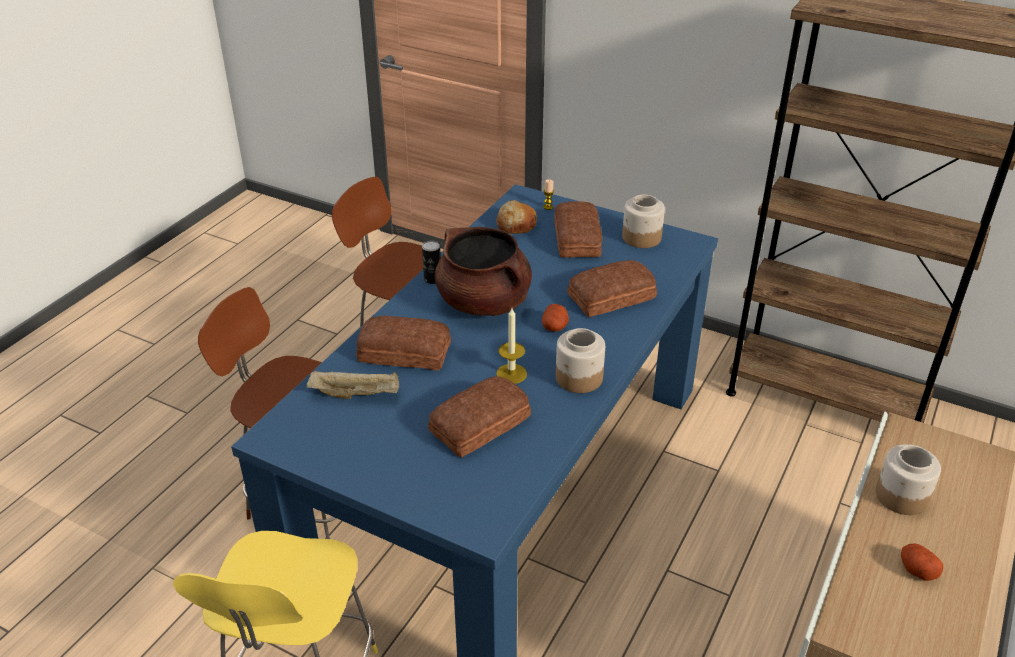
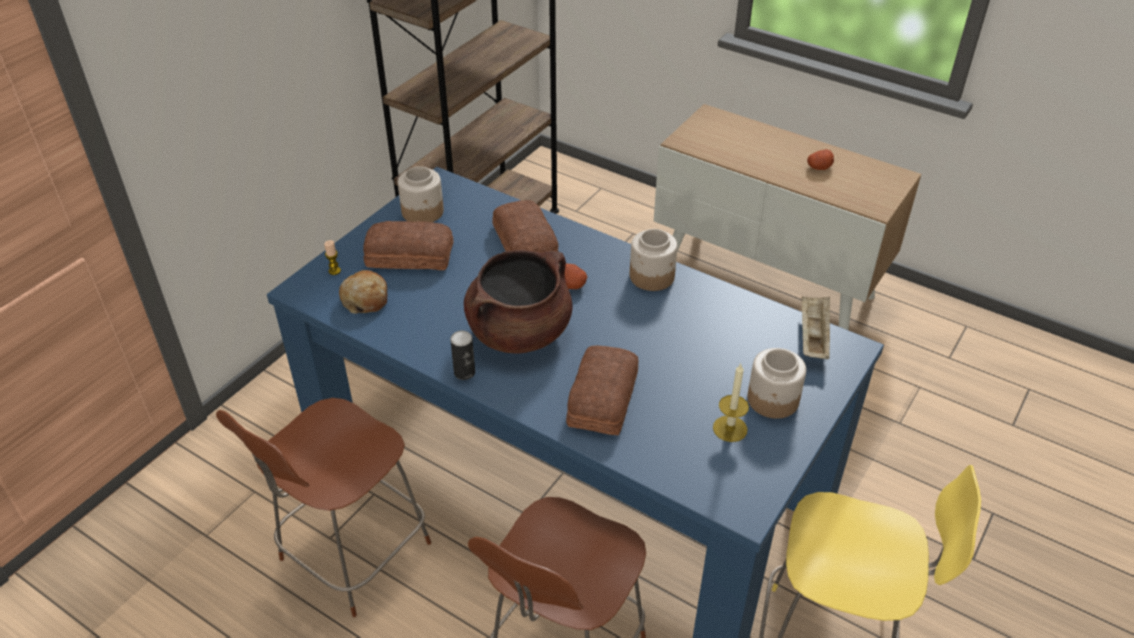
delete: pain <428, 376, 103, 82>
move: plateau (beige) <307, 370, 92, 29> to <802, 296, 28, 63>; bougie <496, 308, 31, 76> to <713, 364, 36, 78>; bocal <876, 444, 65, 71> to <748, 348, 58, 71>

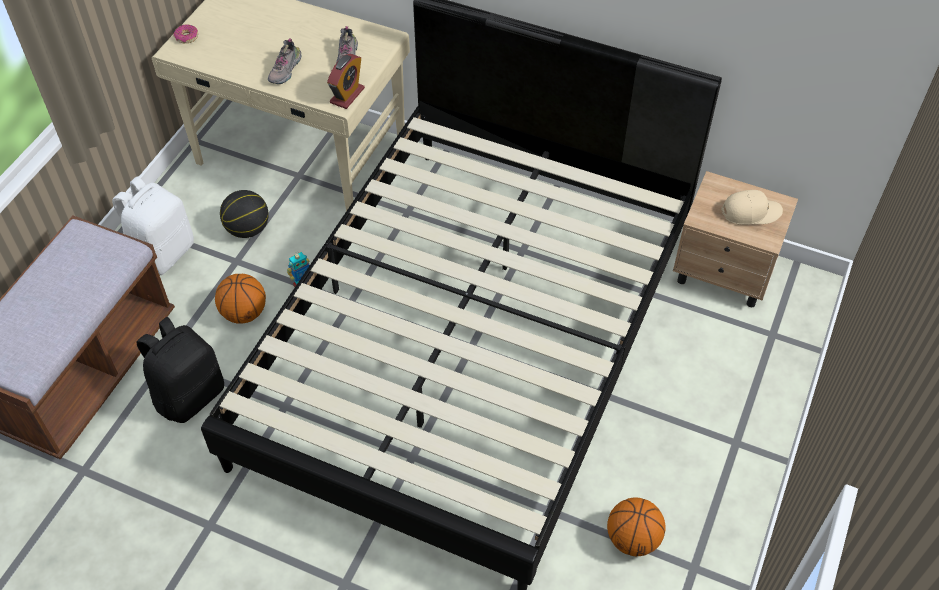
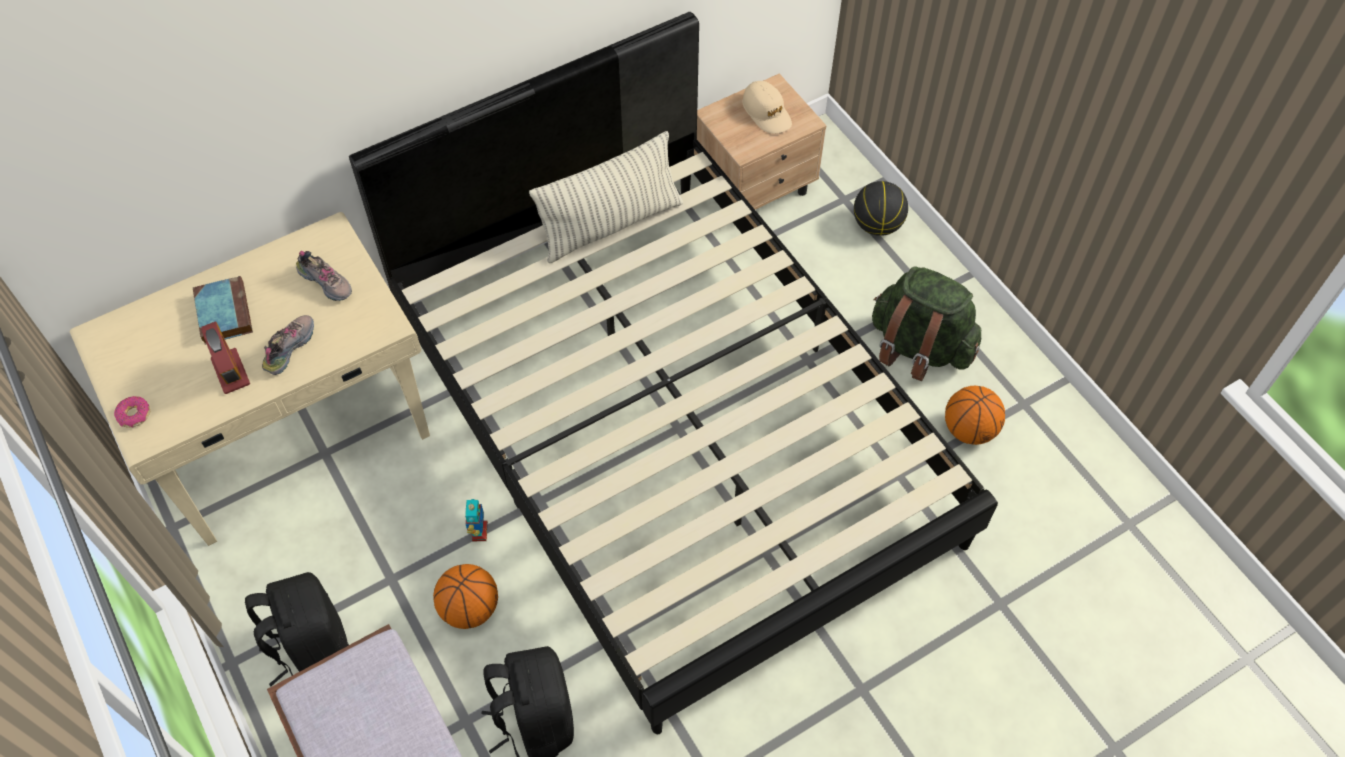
insert: livre <193, 276, 60, 69>; coussin <529, 131, 154, 132>; sac à dos (vert) <872, 267, 109, 114>
move: ballon de basket <220, 190, 49, 48> to <854, 181, 54, 55>; réveil <327, 54, 38, 55> to <201, 321, 49, 73>
recolor: sac à dos (blanc) <112, 176, 82, 99> to sac à dos (noir) <245, 572, 104, 114>
rotate: chaussure <268, 39, 33, 45> = <262, 315, 52, 60> 120 degrees counterclockwise; casquette (beige) <721, 190, 62, 35> = <742, 81, 50, 53> 120 degrees clockwise

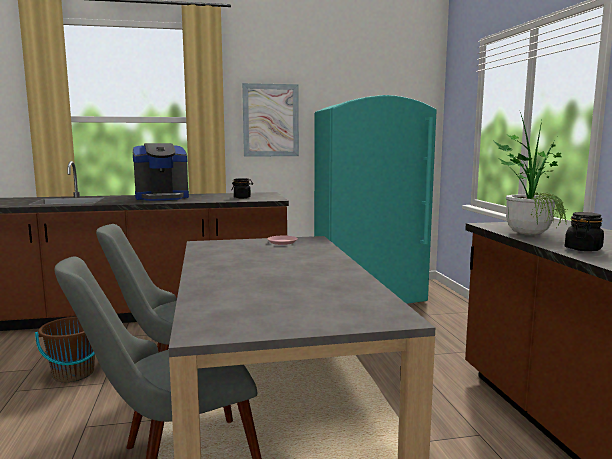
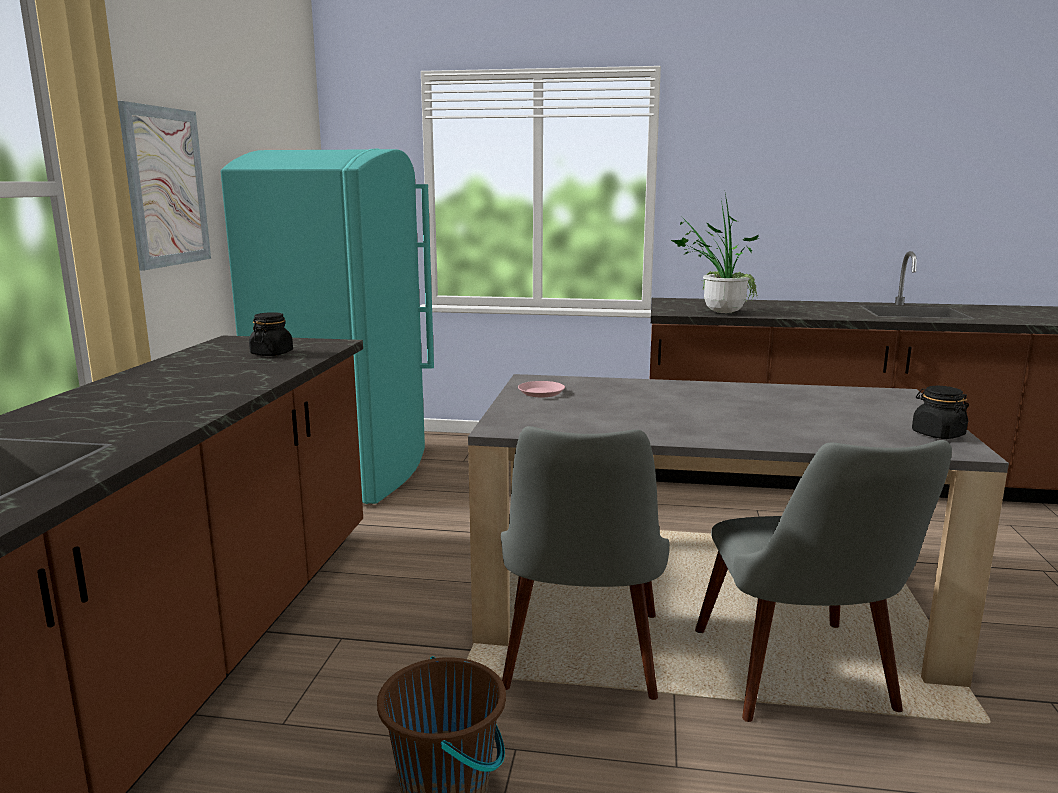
delete: machine à café <133, 143, 56, 58>
move: bocal (noir) <565, 212, 39, 39> to <912, 386, 57, 53>

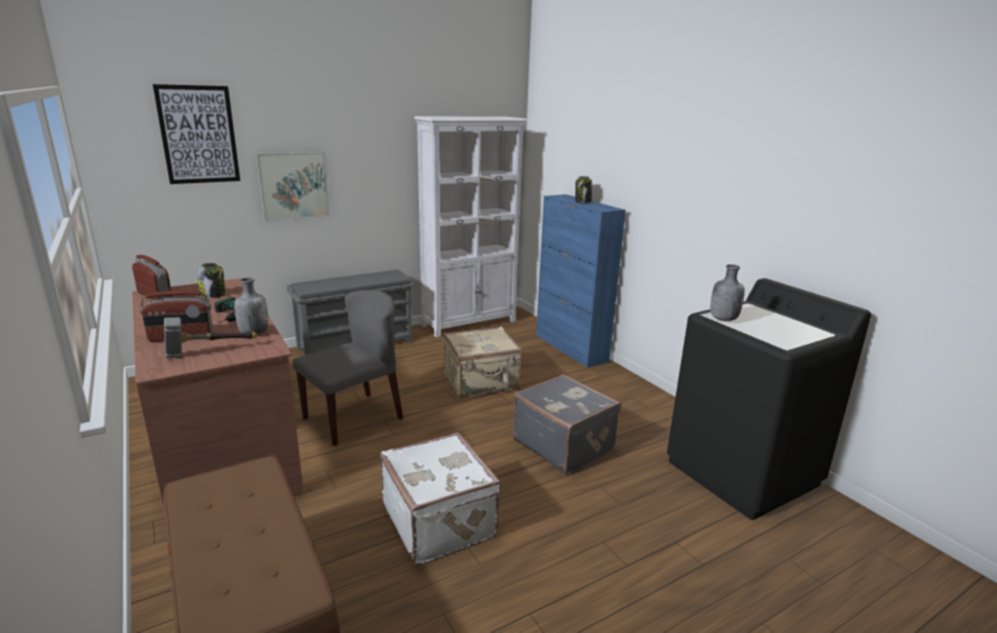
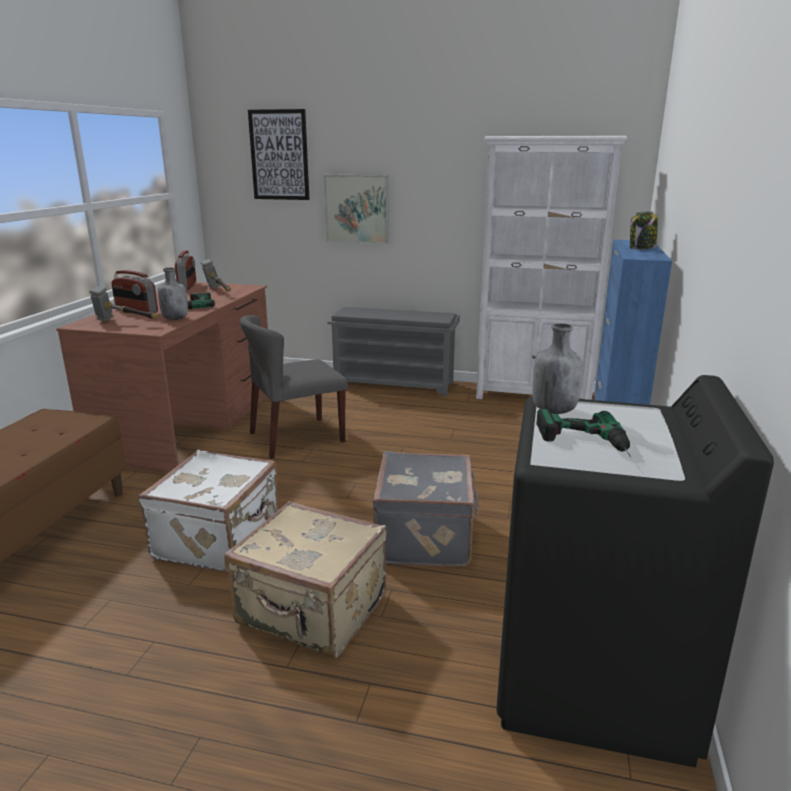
insert: perceuse <536, 409, 95, 48>
move: valise (beige) <443, 326, 79, 72> to <224, 501, 163, 157>
replace: bocal <197, 263, 29, 35> to marteau <201, 259, 30, 33>
rotate: chaise (gris) <293, 290, 110, 156> = <239, 315, 109, 144> 150 degrees clockwise

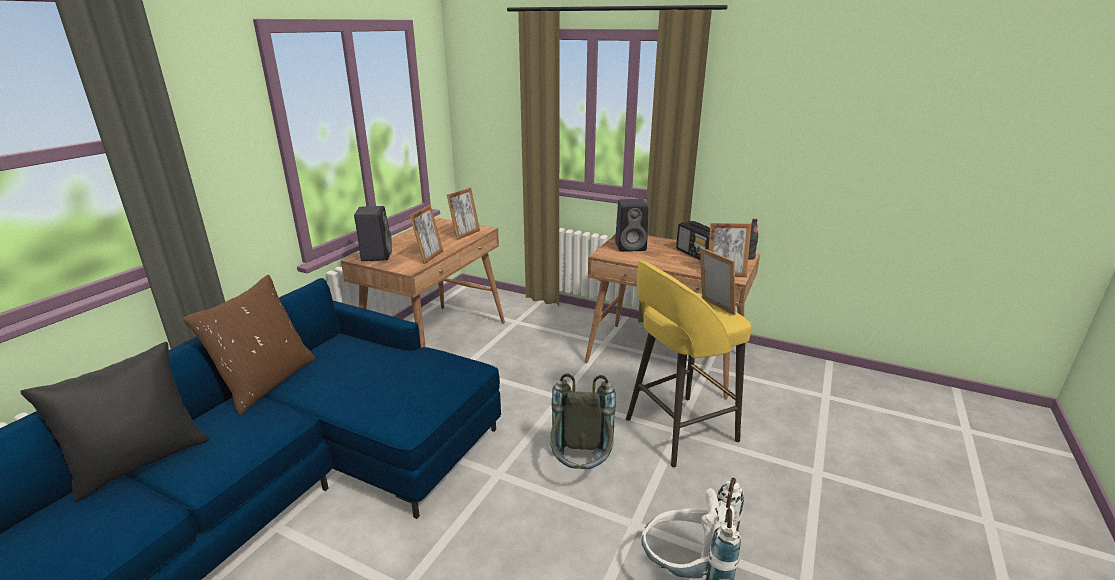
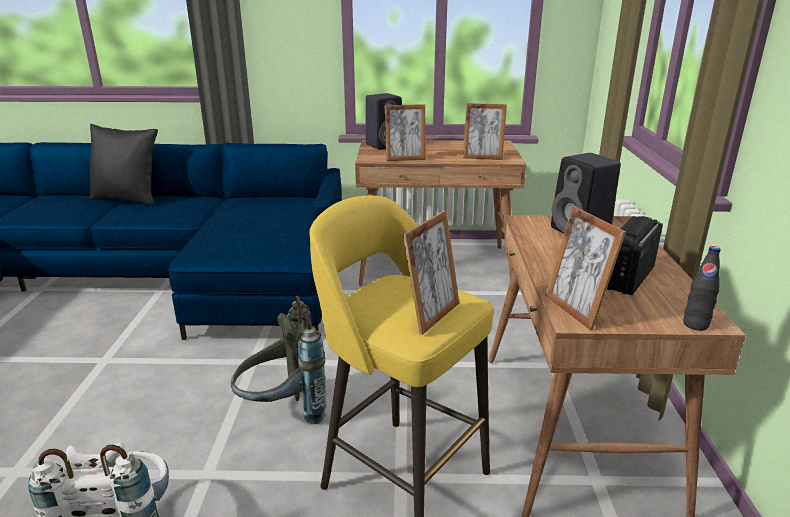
delete: coussin (marron) <182, 274, 133, 141>

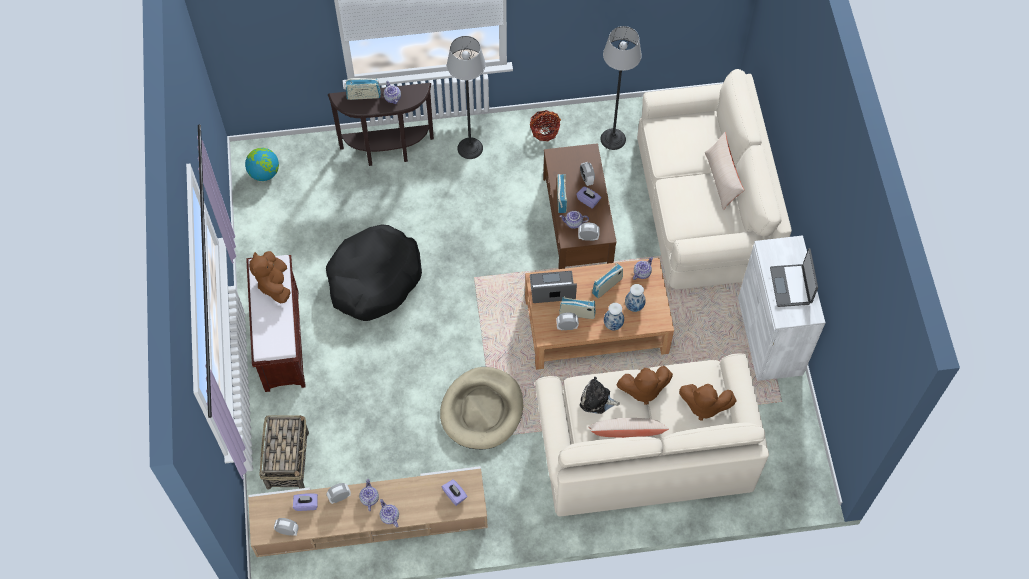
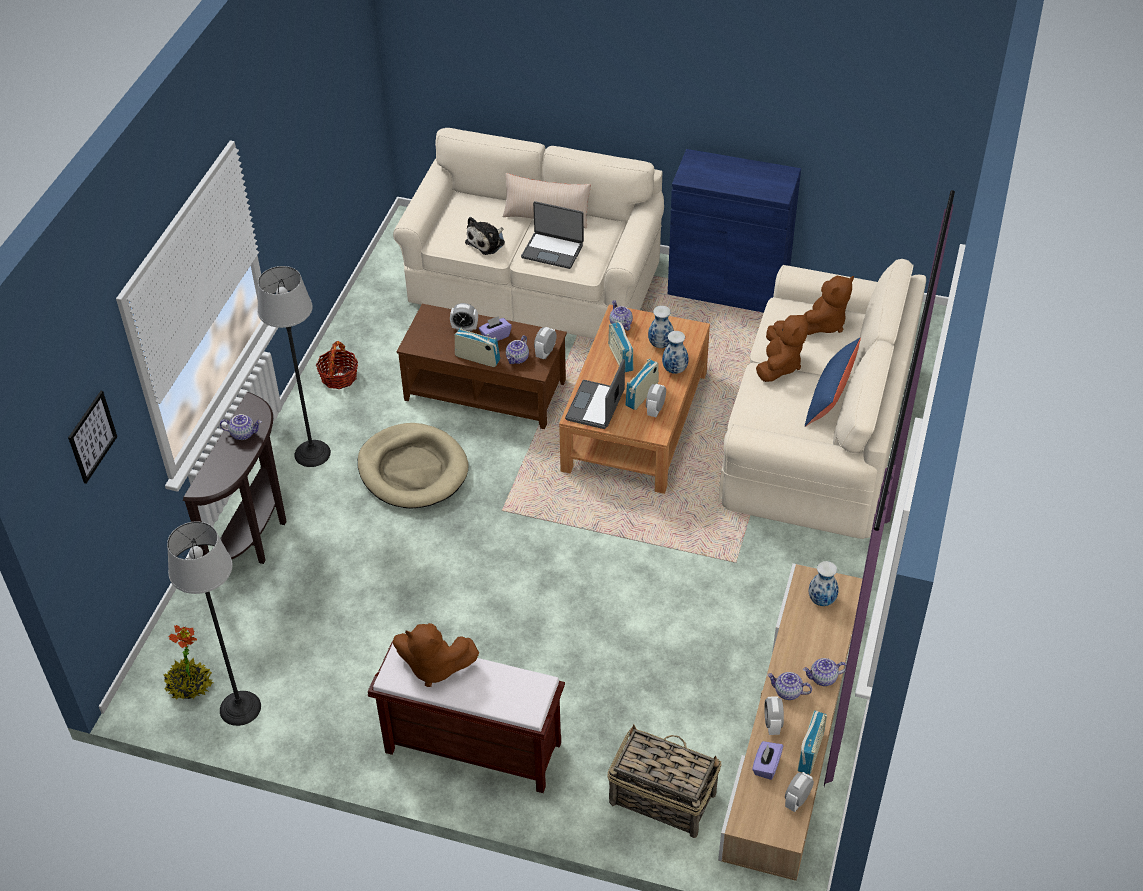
delete: panier pour chien (noir) <326, 224, 96, 97>
insert: tableau <68, 391, 49, 93>
move: radio <345, 78, 36, 22> to <797, 710, 30, 65>; panier pour chien (beige) <440, 367, 83, 82> to <358, 423, 111, 86>; peluche <580, 377, 40, 37> to <465, 217, 40, 38>; lampadaire <600, 26, 42, 124> to <167, 521, 94, 205>; ordinateur portable <770, 248, 48, 59> to <521, 201, 63, 68>
replace: globe <245, 148, 34, 33> to plante en pot <164, 625, 49, 74>; boîte à mouchoirs (violet) <442, 479, 26, 27> to vase <809, 561, 30, 45>
recolor: coussin (beige) <588, 418, 81, 20> to coussin (bleu) <805, 338, 56, 89>; meuble de rangement (blanc) <738, 235, 87, 146> to meuble de rangement (bleu) <668, 149, 133, 164>

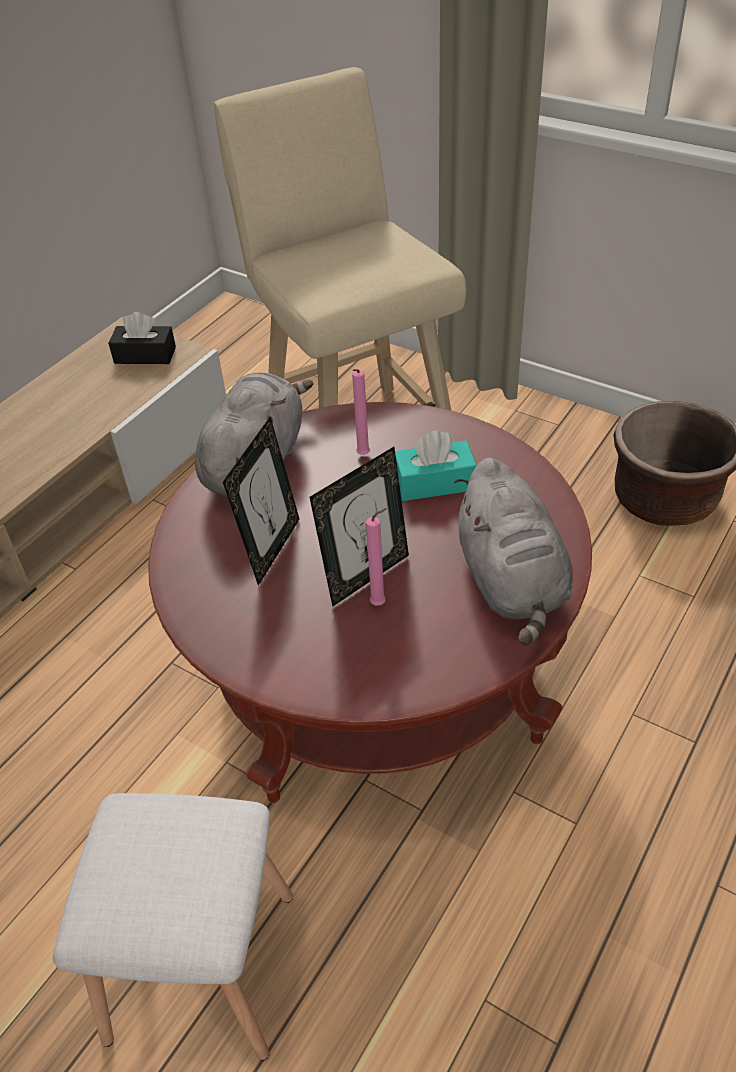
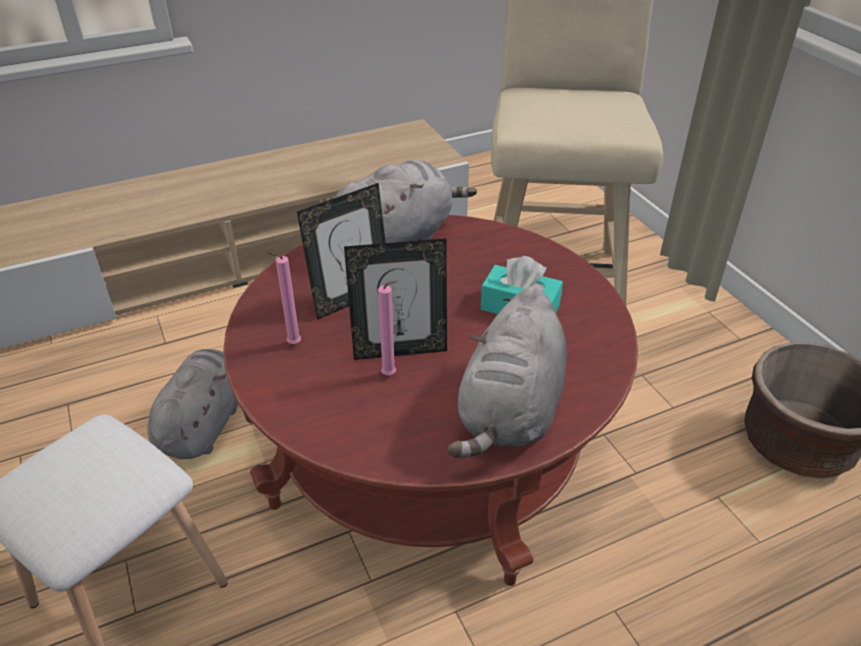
delete: boîte à mouchoirs (noir) <108, 312, 68, 52>
insert: peluche (gris) <147, 349, 91, 110>
move: bougie (rose) <352, 369, 18, 86> to <268, 253, 33, 91>

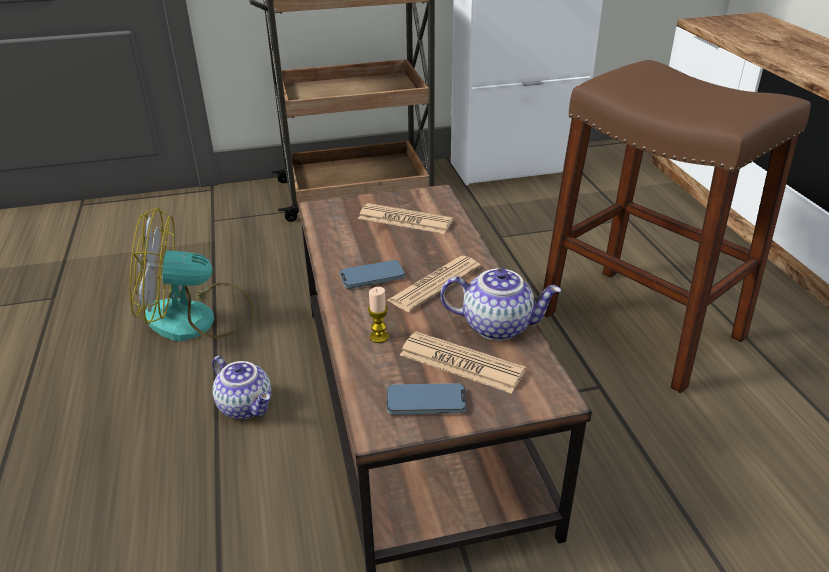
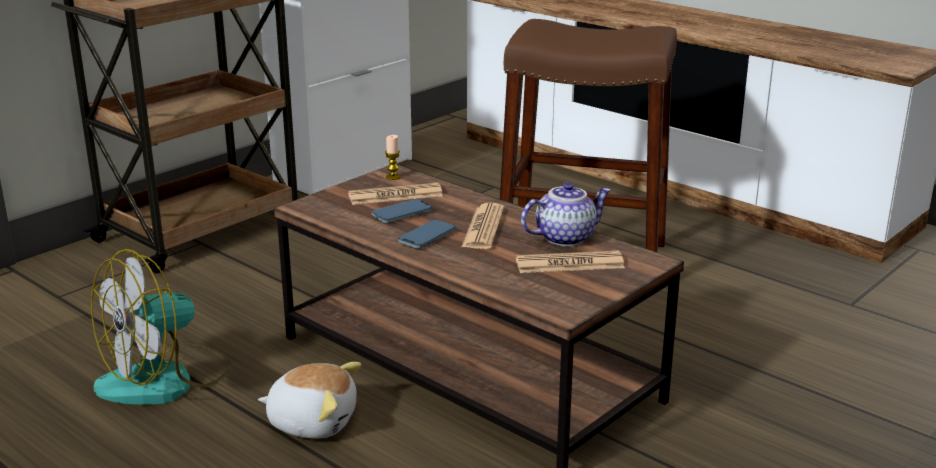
move: bougie <368, 287, 21, 56> to <385, 135, 15, 45>; téléphone <387, 383, 79, 31> to <372, 199, 60, 24>
replace: théière <212, 356, 59, 63> to peluche <258, 362, 104, 77>

